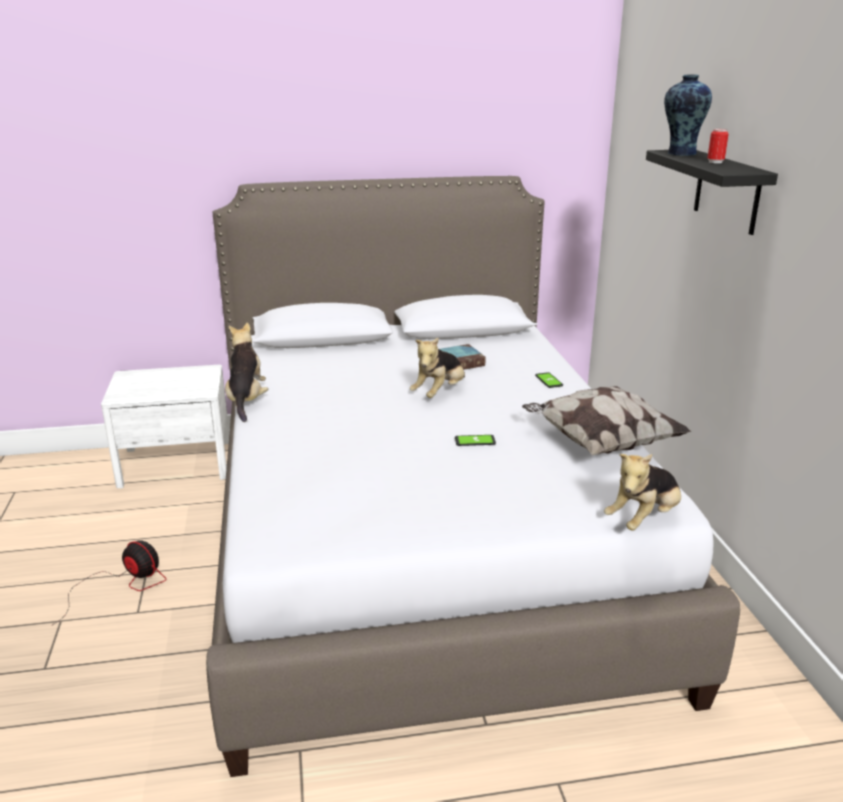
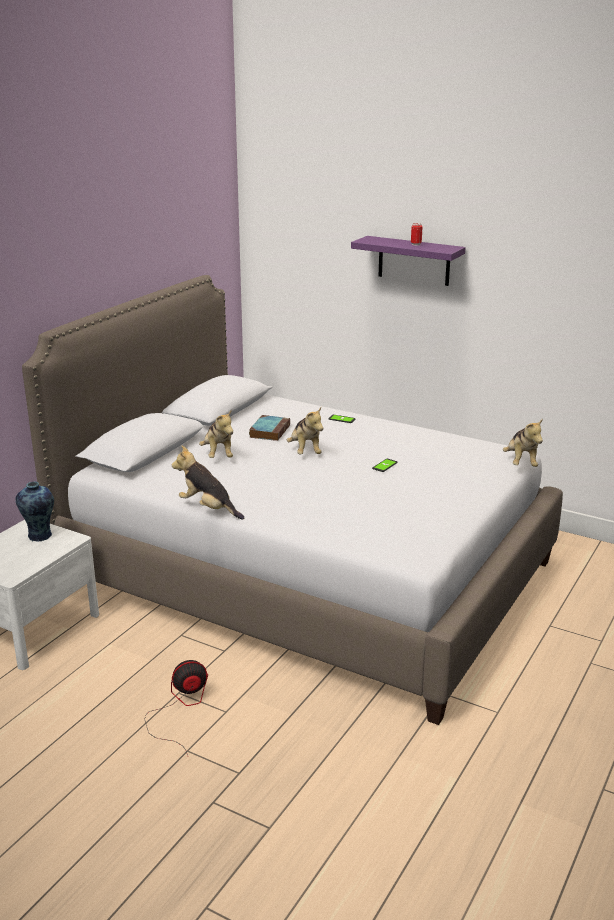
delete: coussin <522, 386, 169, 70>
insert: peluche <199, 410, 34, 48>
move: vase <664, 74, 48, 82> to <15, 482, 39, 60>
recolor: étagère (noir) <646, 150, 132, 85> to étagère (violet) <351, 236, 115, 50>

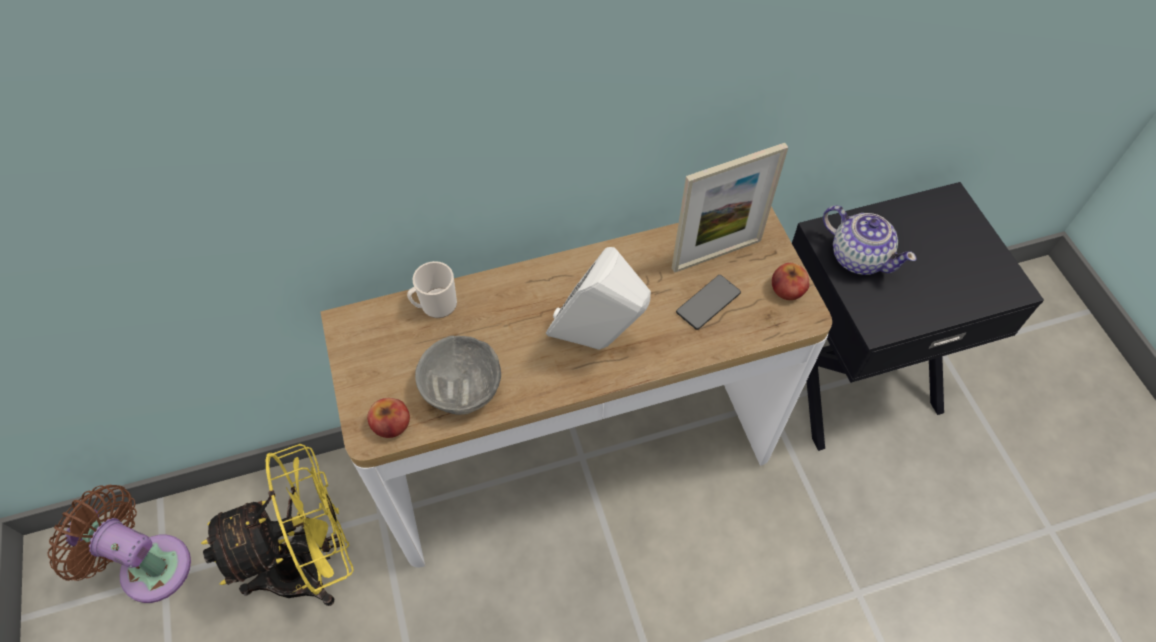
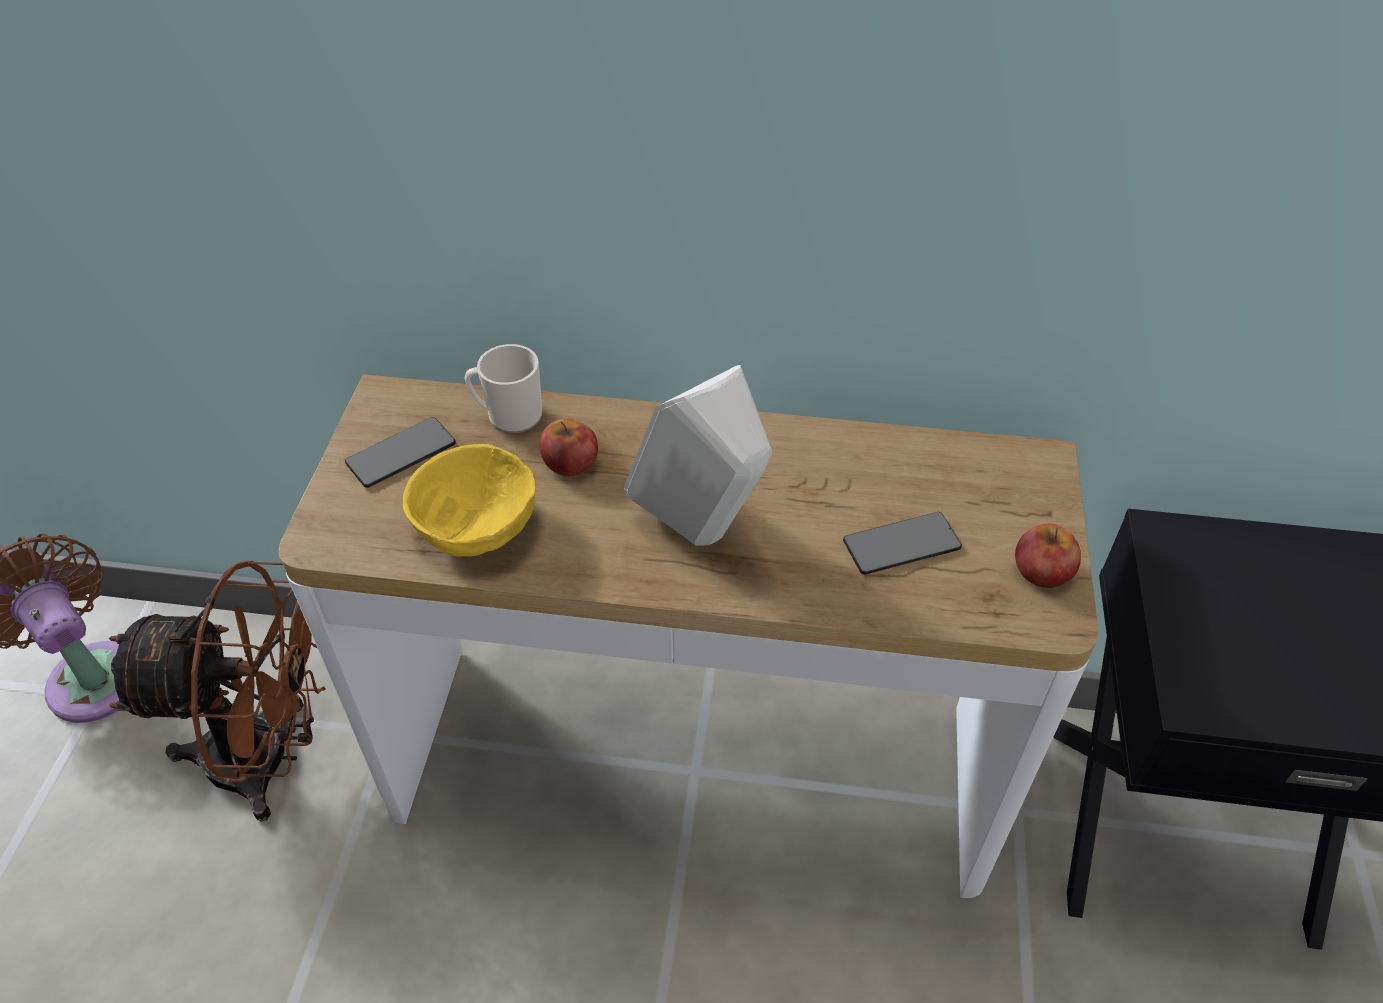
delete: cadre photo <672, 143, 117, 130>; théière <823, 205, 94, 70>
insert: téléphone <345, 417, 111, 71>
move: pomme <367, 398, 43, 40> to <540, 419, 58, 57>
recolor: ventilateur (jaune) <201, 444, 153, 162> to ventilateur (marron) <108, 561, 217, 261>; bol (gris) <415, 336, 86, 79> to bol (jaune) <403, 444, 133, 113>

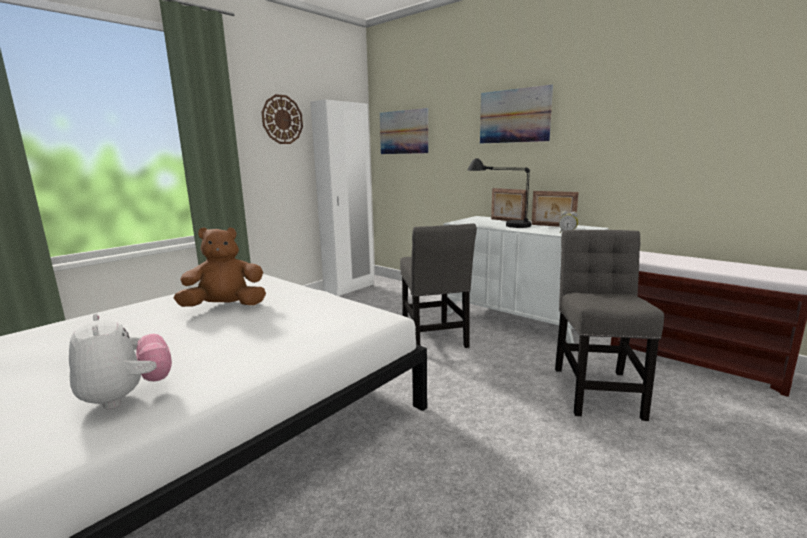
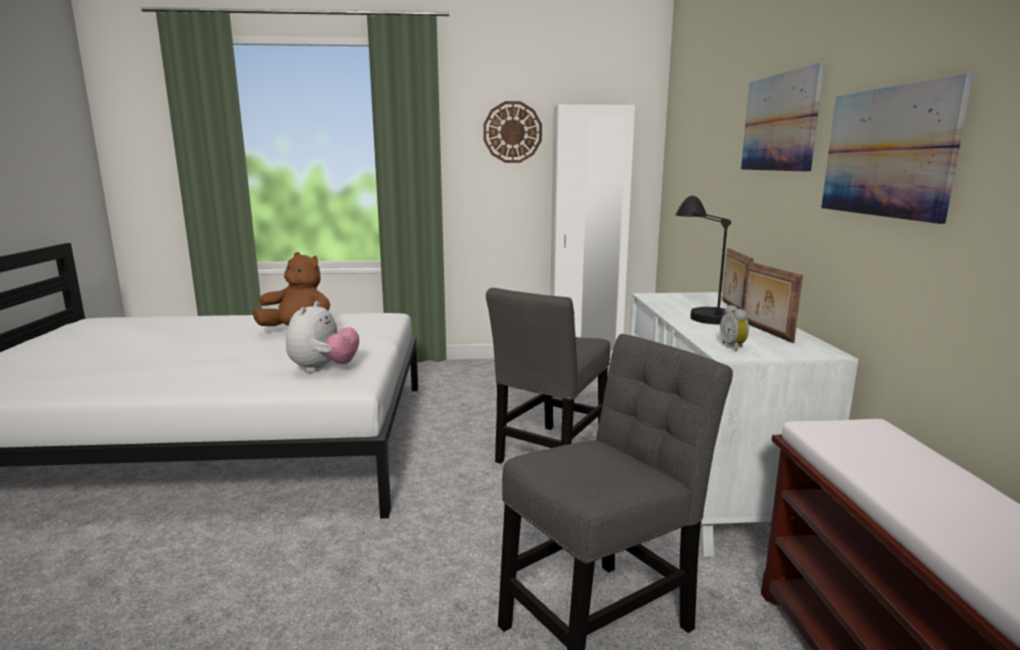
move: peluche <69, 313, 103, 96> to <286, 301, 73, 72>; tableau <380, 108, 48, 46> to <821, 73, 152, 151>

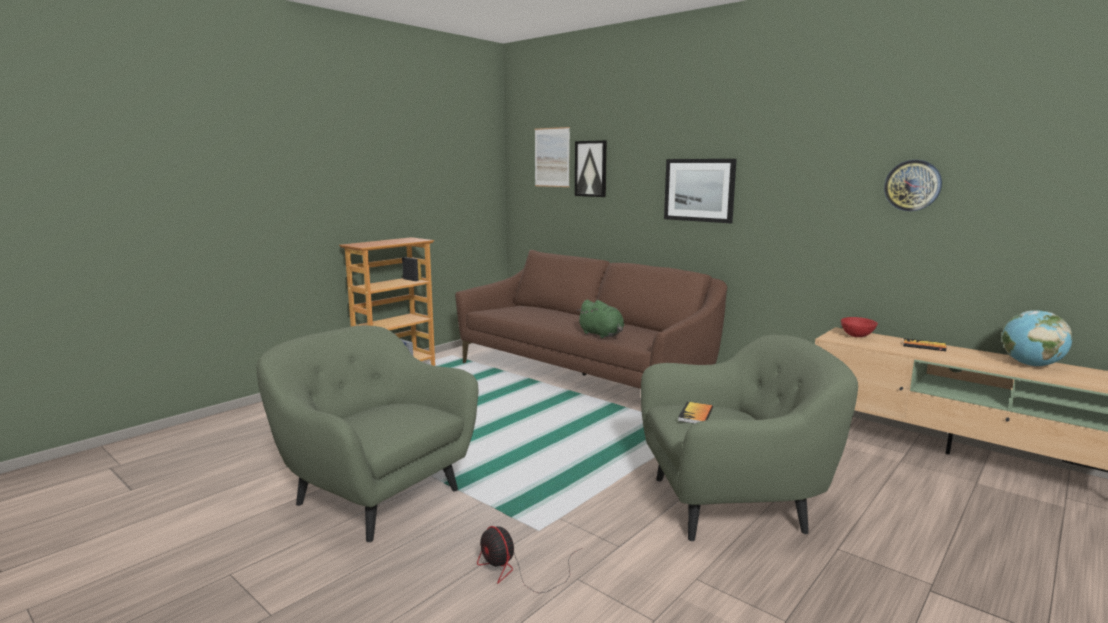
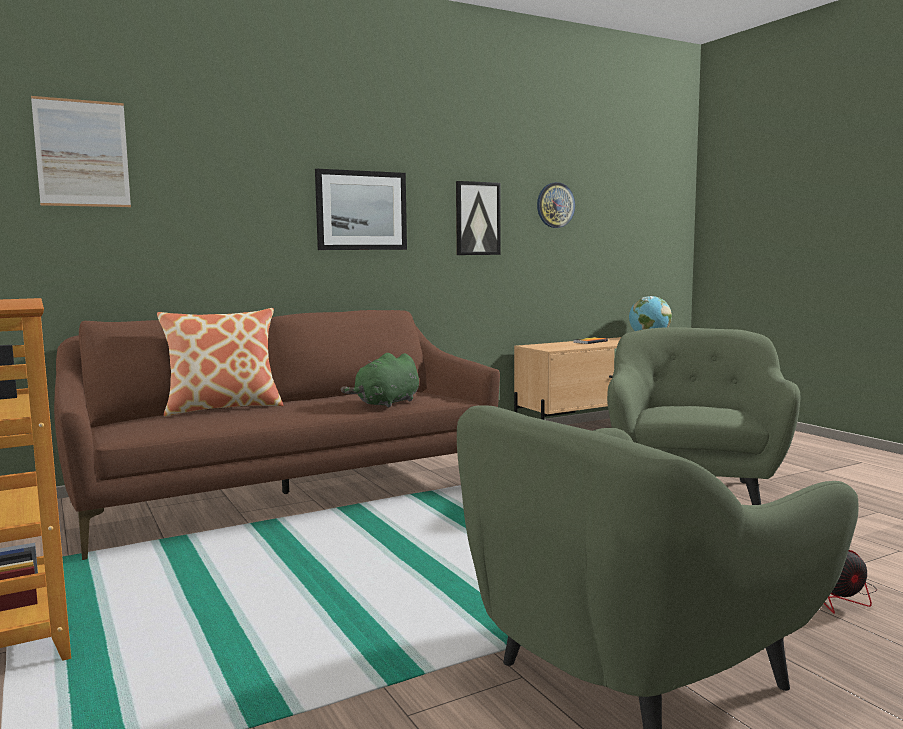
delete: livre <678, 402, 35, 22>; bol (rouge) <841, 317, 37, 20>
insert: coussin <157, 308, 126, 108>
move: tableau <575, 140, 32, 57> to <456, 181, 45, 74>
rotate: peluche (vert) <576, 299, 48, 39> = <341, 353, 78, 55> 150 degrees clockwise

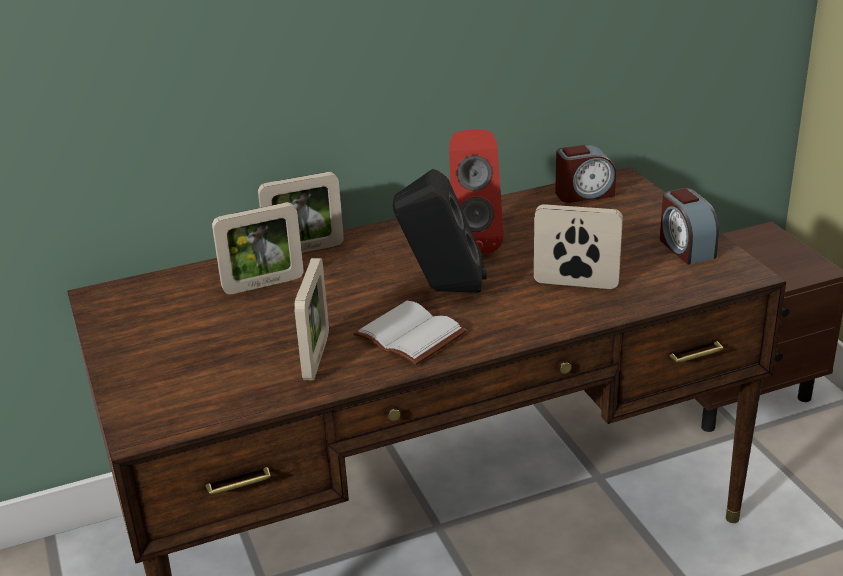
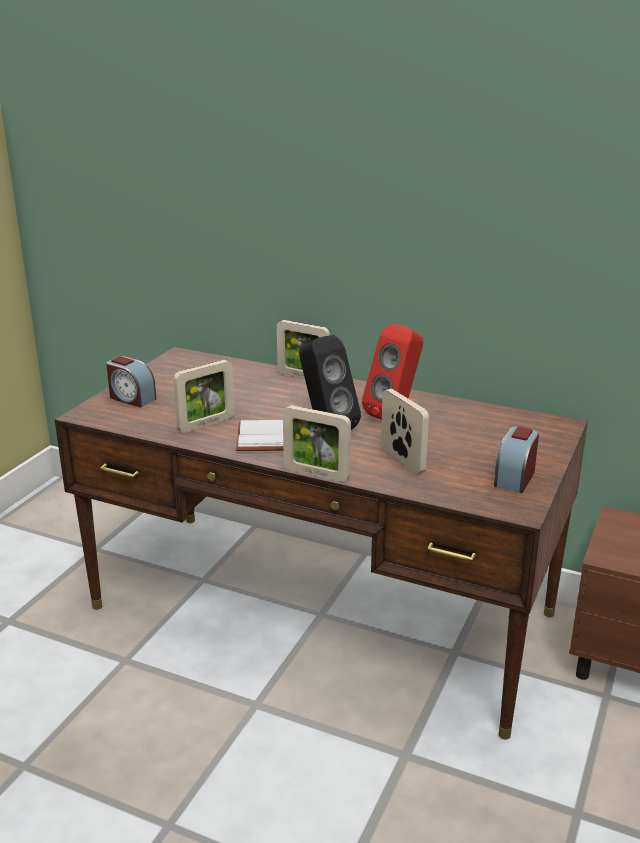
move: cadre photo <212, 202, 92, 92> to <283, 405, 68, 77>; réveil <555, 145, 61, 58> to <106, 356, 50, 52>

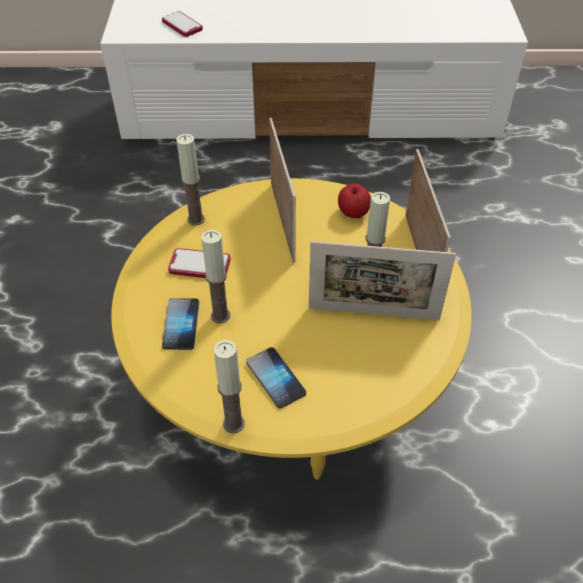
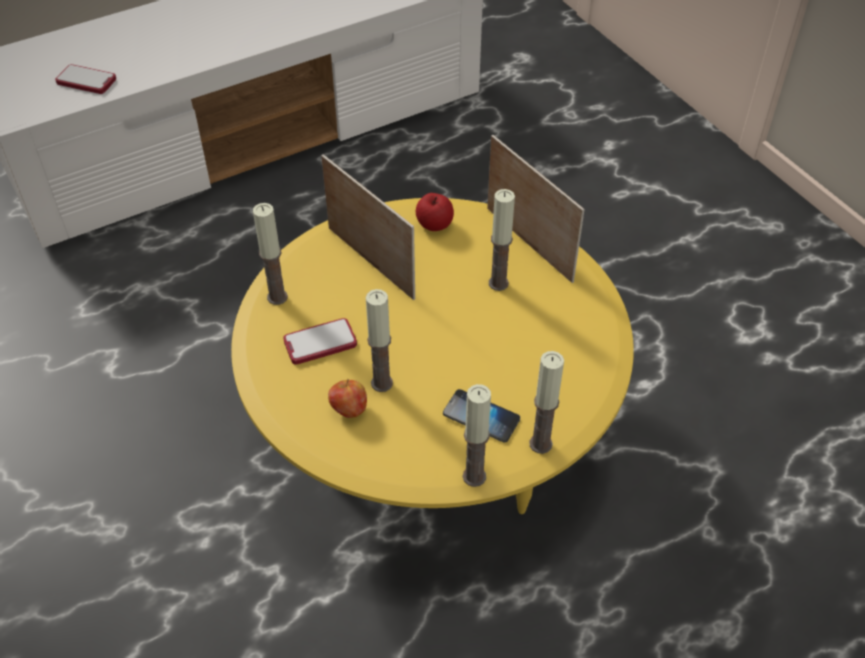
delete: cadre photo <309, 241, 147, 79>
insert: bougie <530, 351, 34, 103>
replace: téléphone <162, 298, 37, 52> to pomme <328, 379, 39, 39>

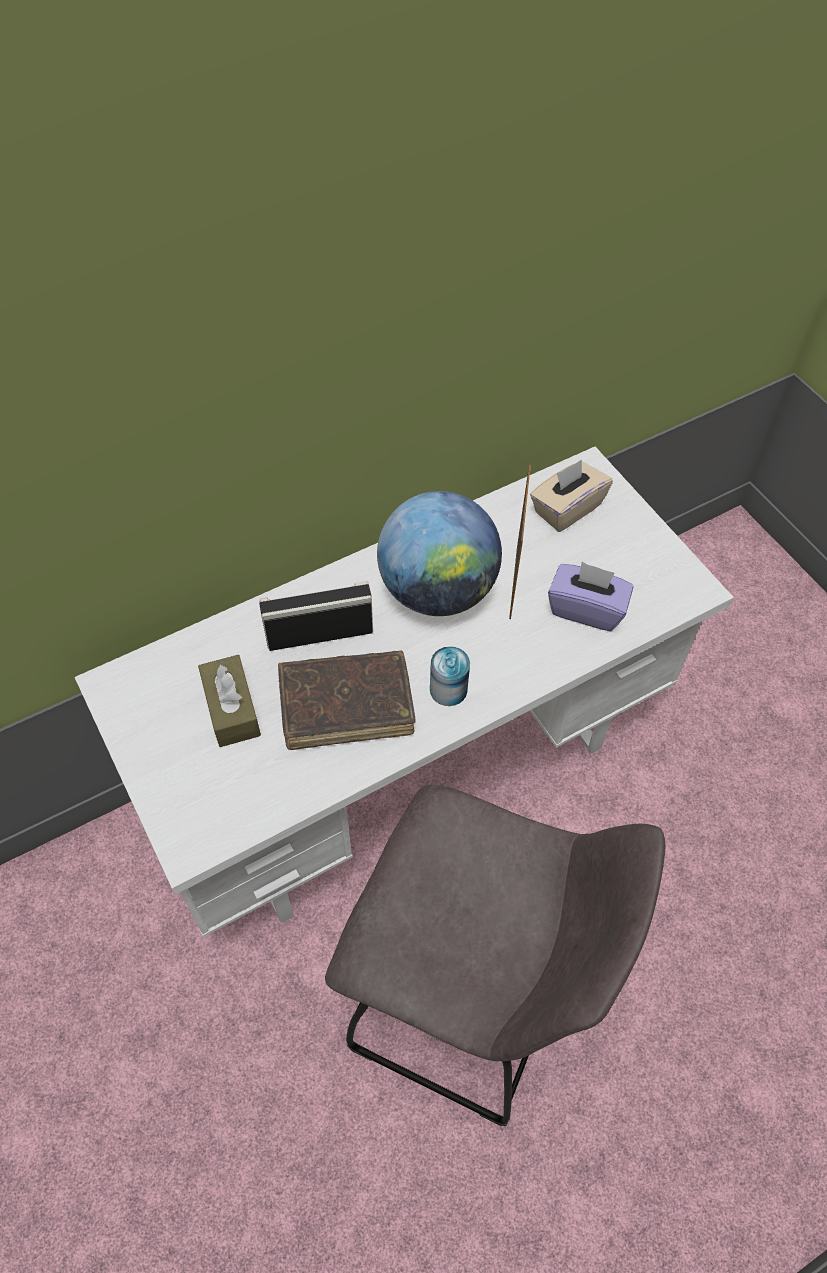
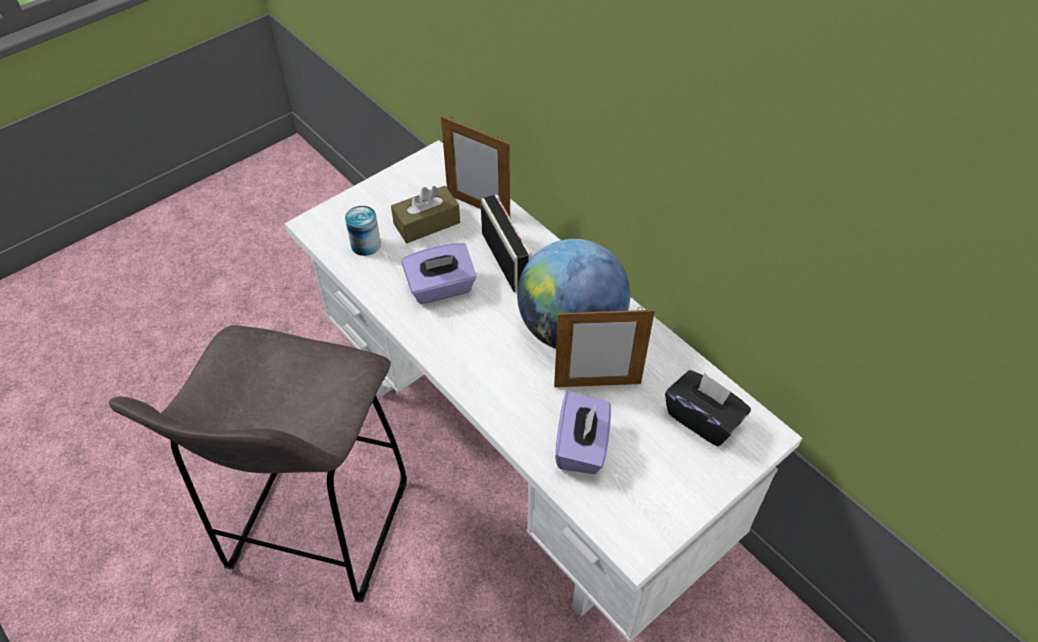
insert: cadre photo <441, 116, 69, 101>
move: boîte métallique <430, 646, 40, 60> to <345, 206, 36, 50>
replace: livre (marron) <278, 650, 137, 100> to boîte à mouchoirs (violet) <401, 243, 76, 61>
recolor: boîte à mouchoirs (beige) <530, 459, 83, 73> to boîte à mouchoirs (noir) <665, 370, 86, 76>

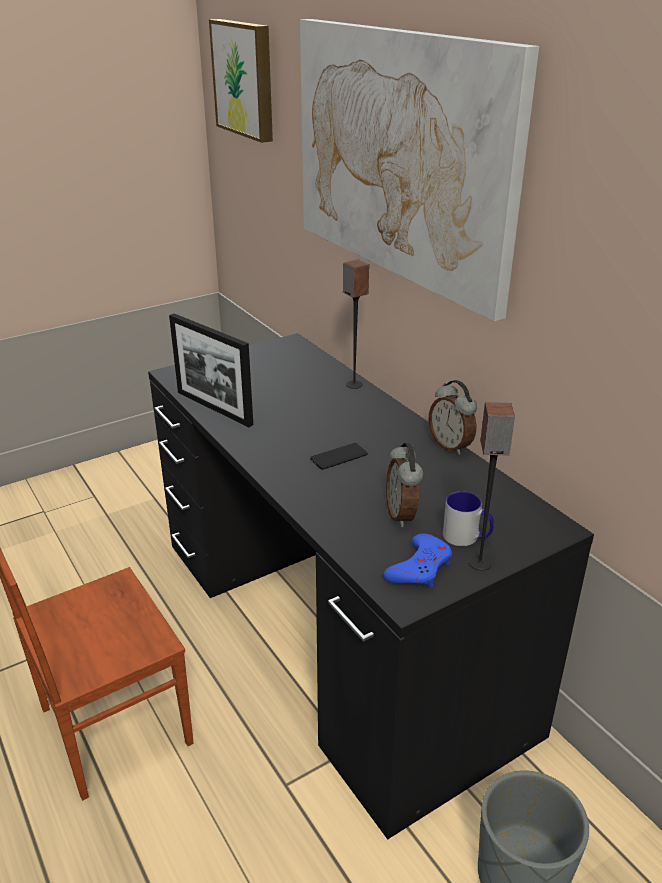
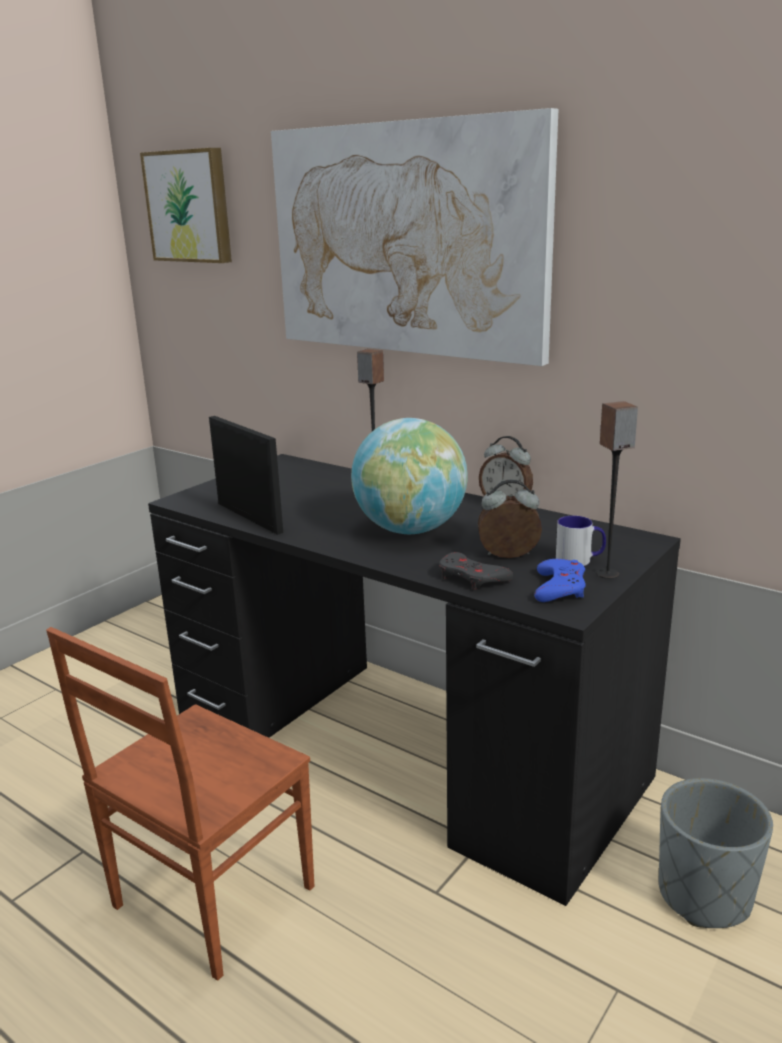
insert: manette (gris) <439, 552, 74, 38>
replace: téléphone <310, 443, 57, 27> to globe <351, 418, 117, 116>
rotate: cadre photo <169, 313, 84, 114> = <209, 416, 74, 119> 150 degrees counterclockwise; réveil <386, 443, 38, 84> = <478, 479, 64, 79> 120 degrees clockwise

